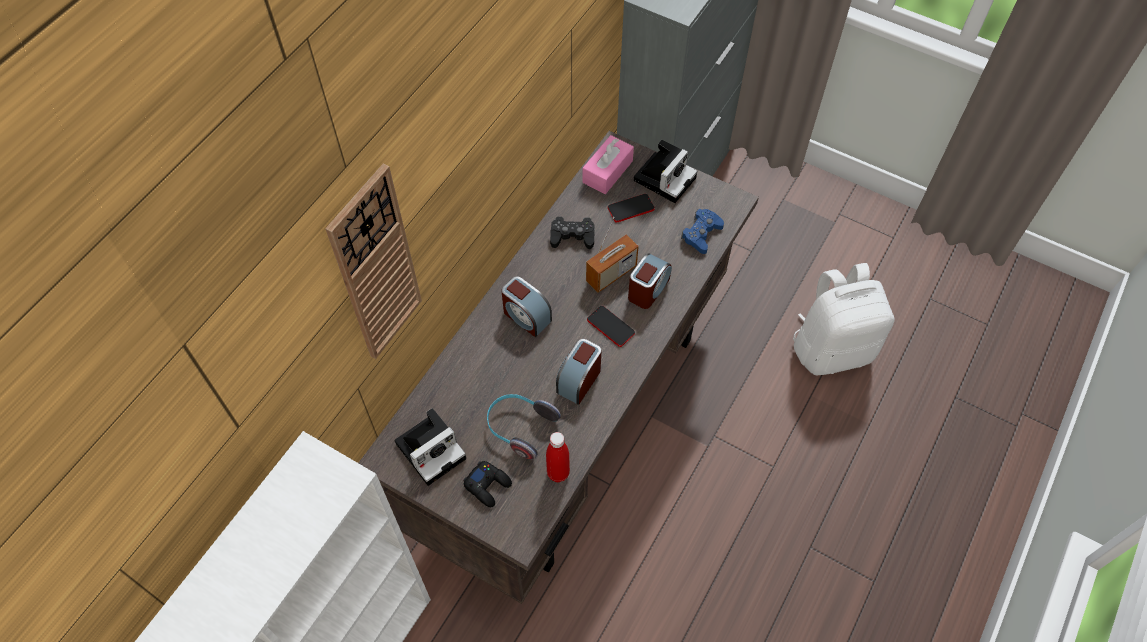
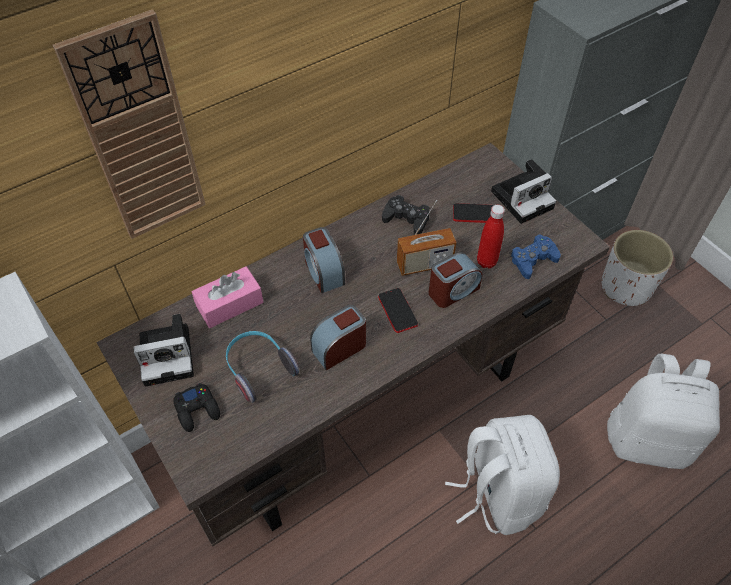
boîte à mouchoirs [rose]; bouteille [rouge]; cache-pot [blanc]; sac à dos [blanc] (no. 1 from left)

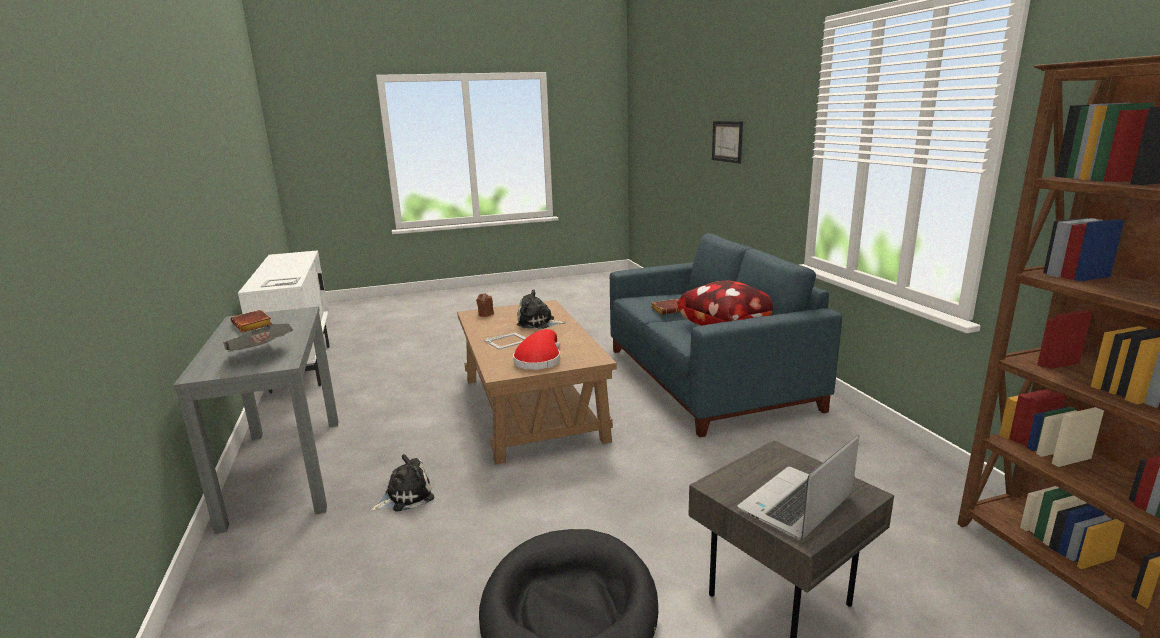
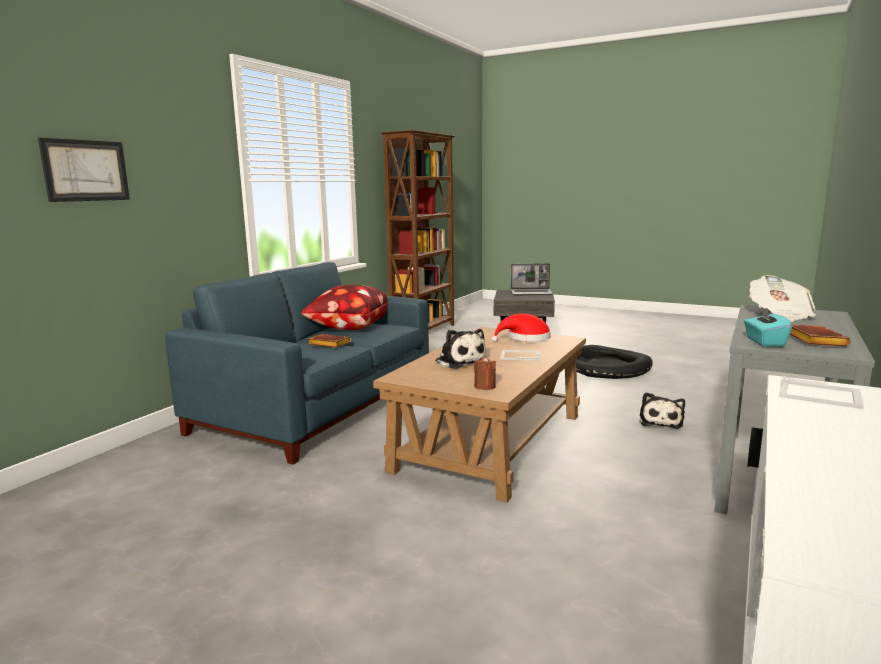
peluche (no. 2 from left); boîte à mouchoirs [turquoise]

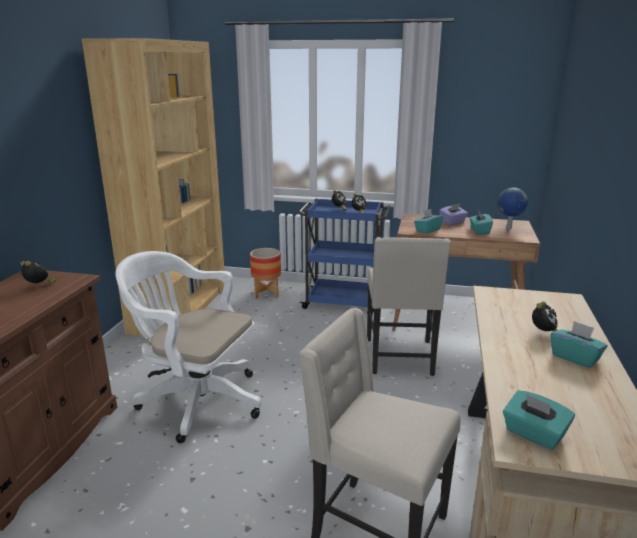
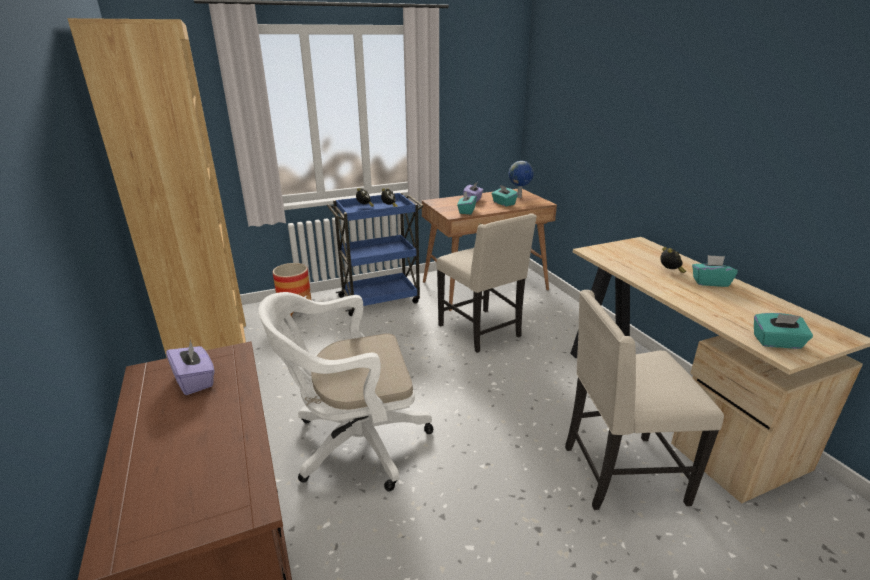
boîte à mouchoirs [violet] (no. 1 from left)

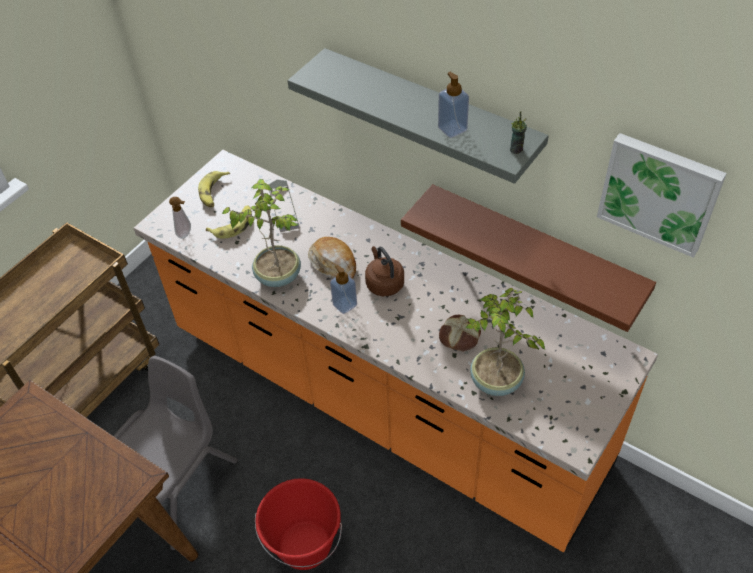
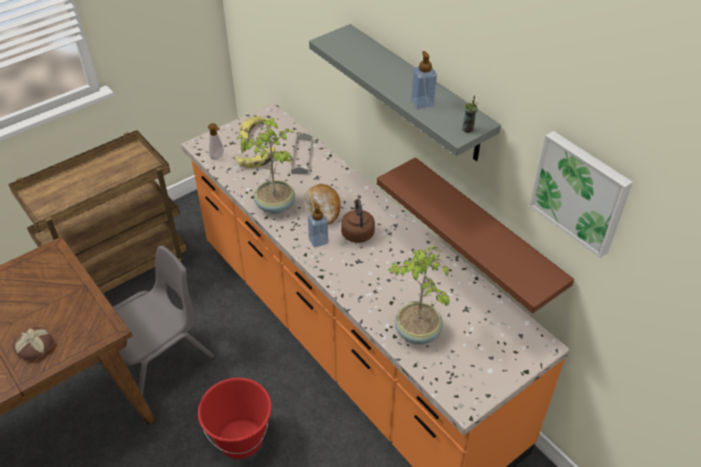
pain (no. 1 from left)

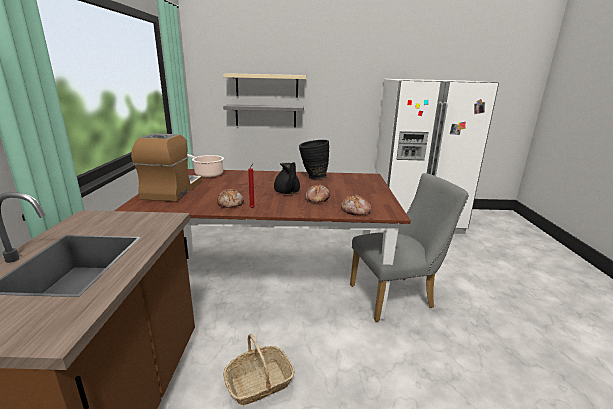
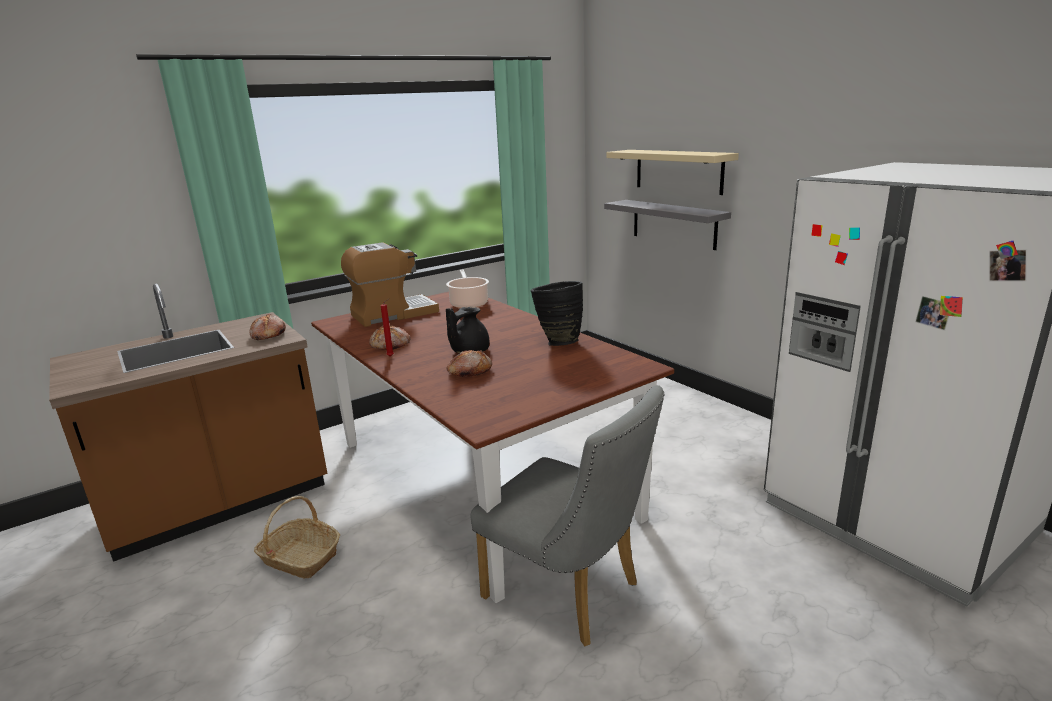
pain (no. 1 from left)

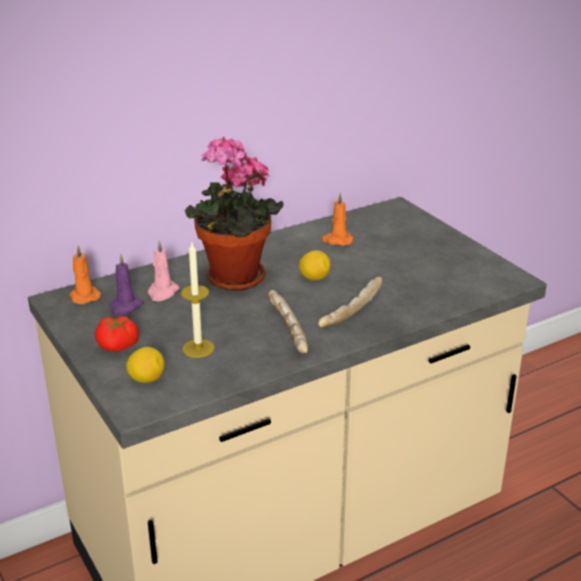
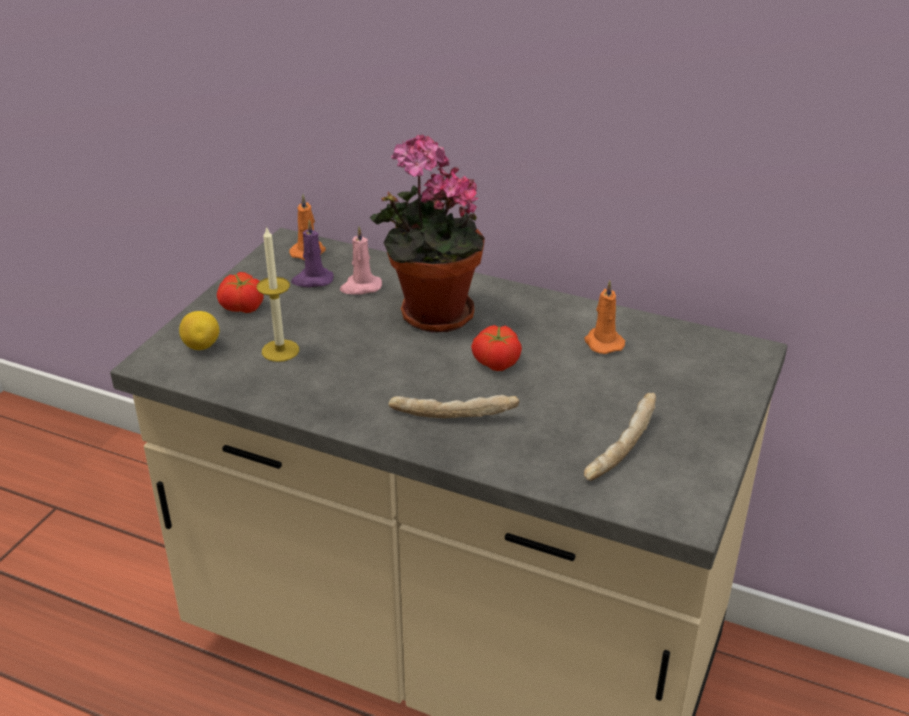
tomate (no. 2 from left); pain (no. 2 from left)

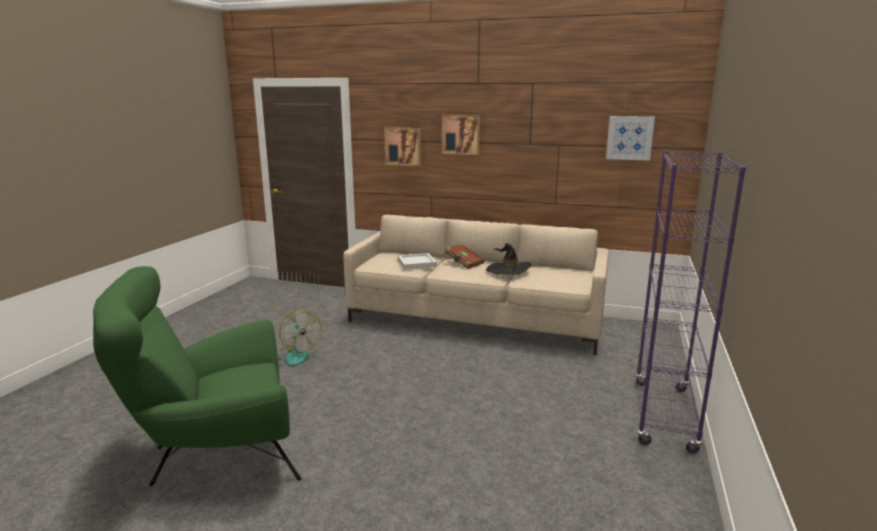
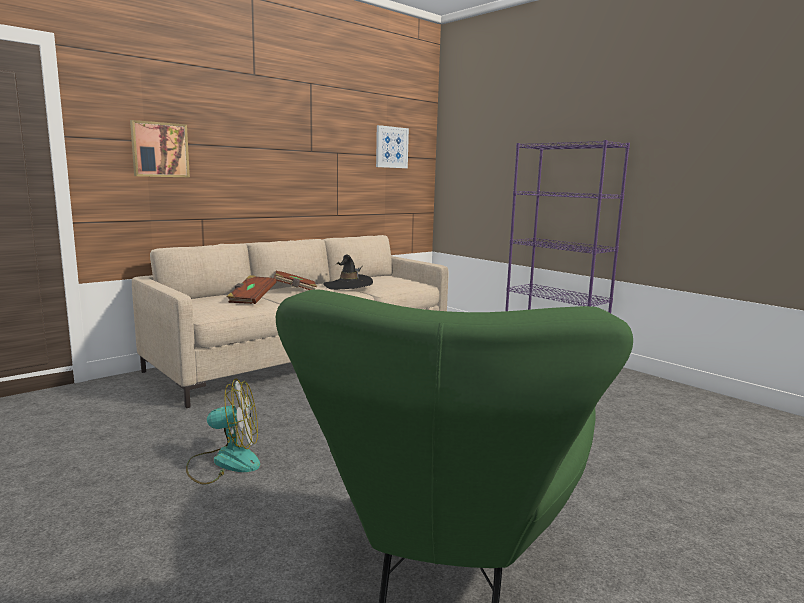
tableau (no. 2 from left in the first image); livre [marron] (no. 1 from left)

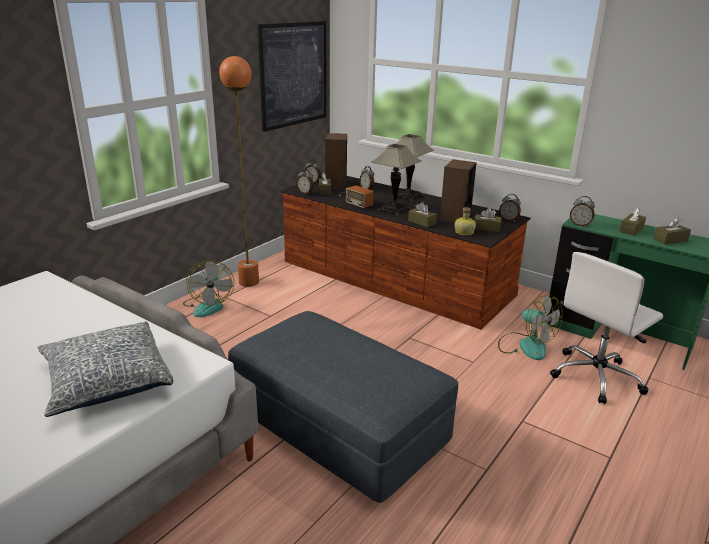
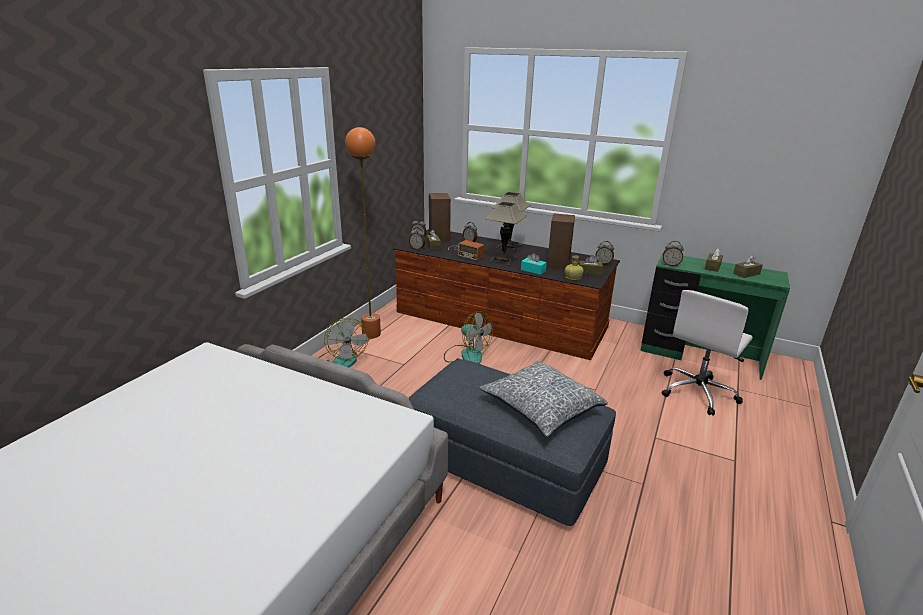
tableau; boîte à mouchoirs [turquoise]; ventilateur (no. 2 from left); coussin

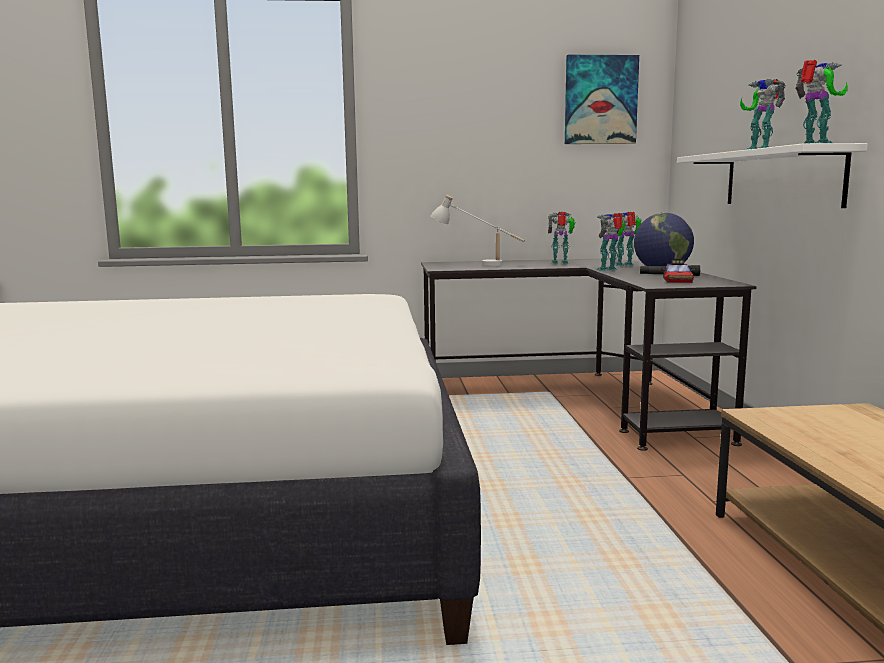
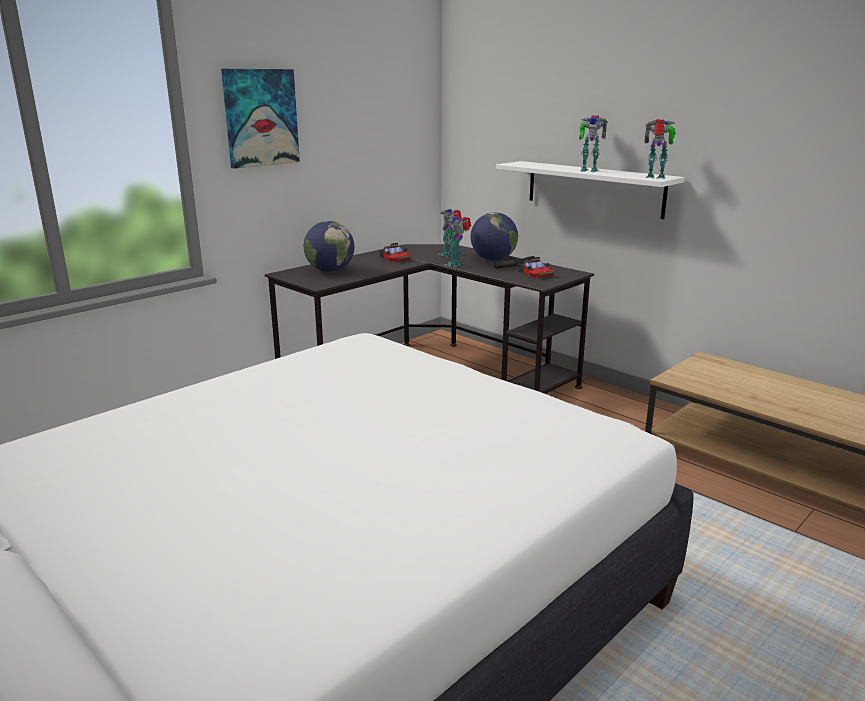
tableau; globe (no. 1 from left); petite voiture (no. 1 from left)

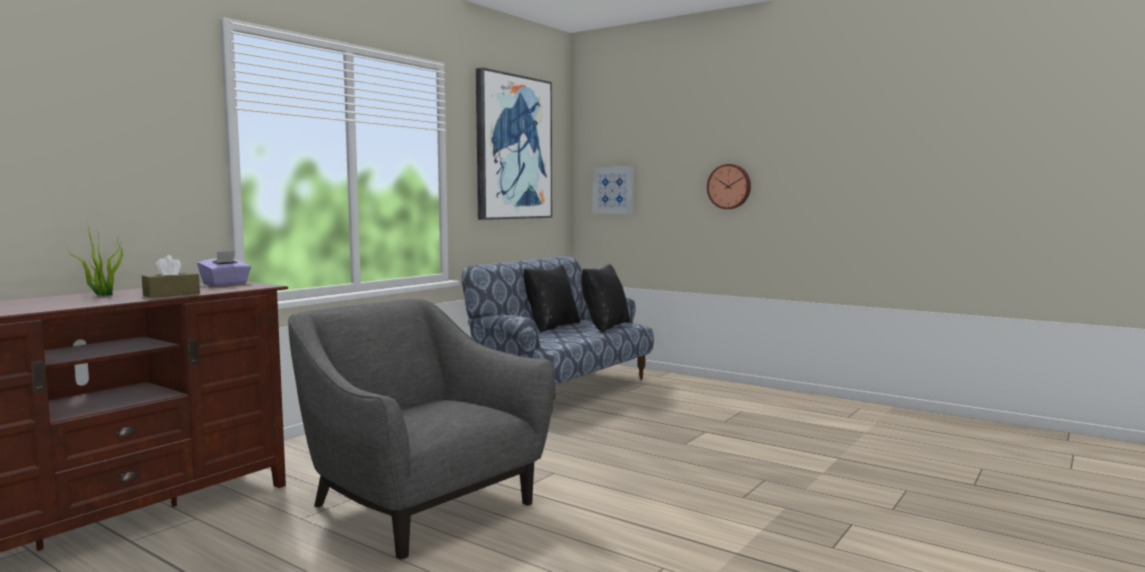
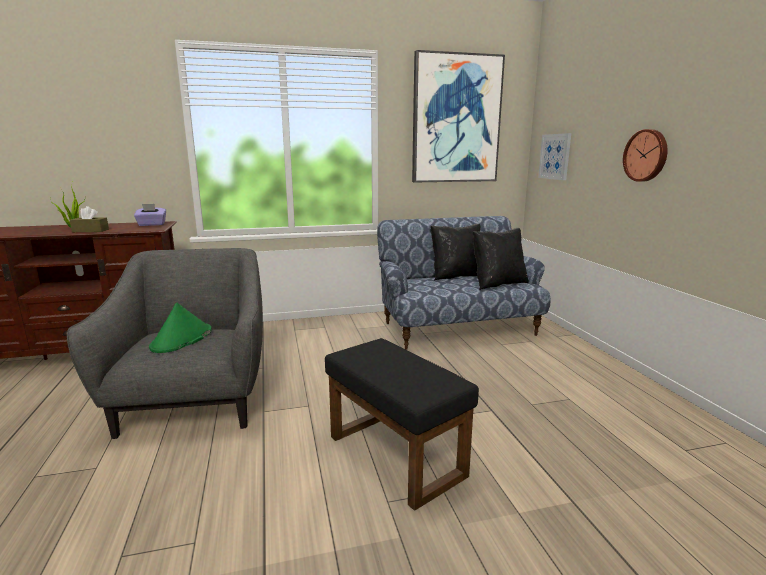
chapeau [vert]; pouf [noir]

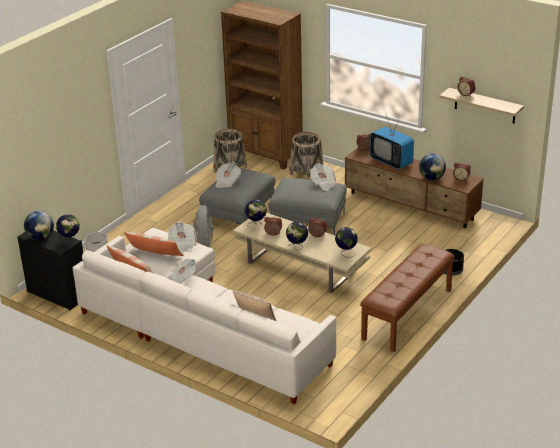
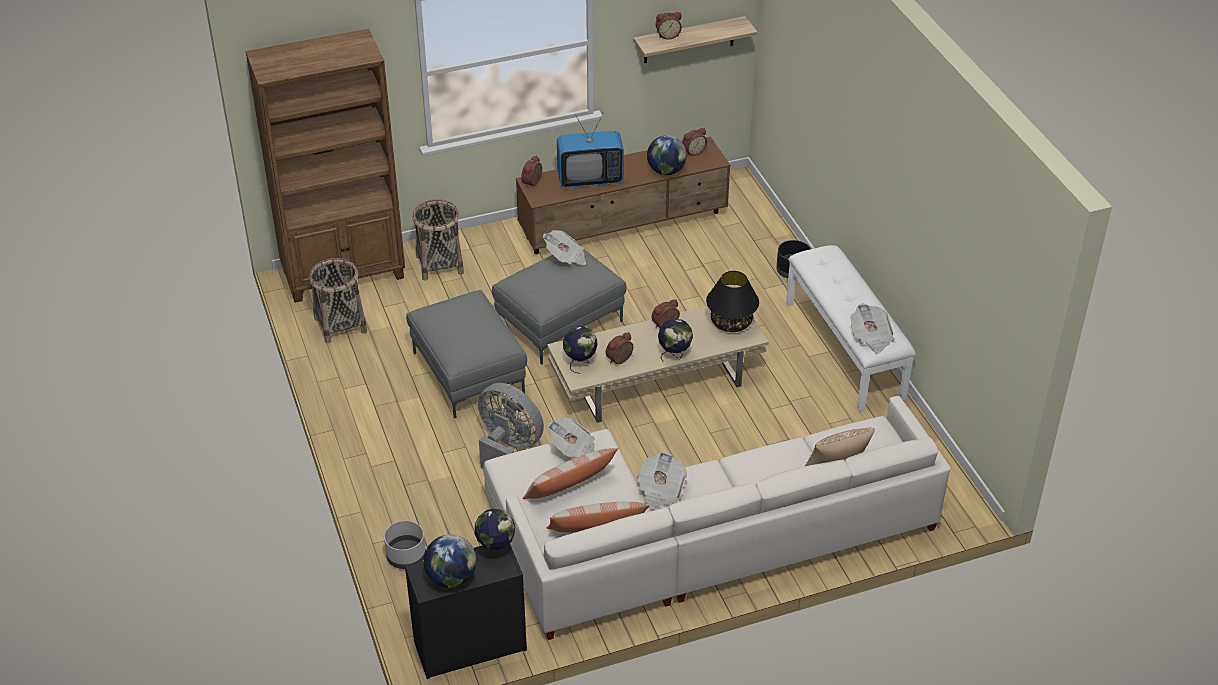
journal (no. 4 from left); lampe de table [noir]; banc [blanc]

